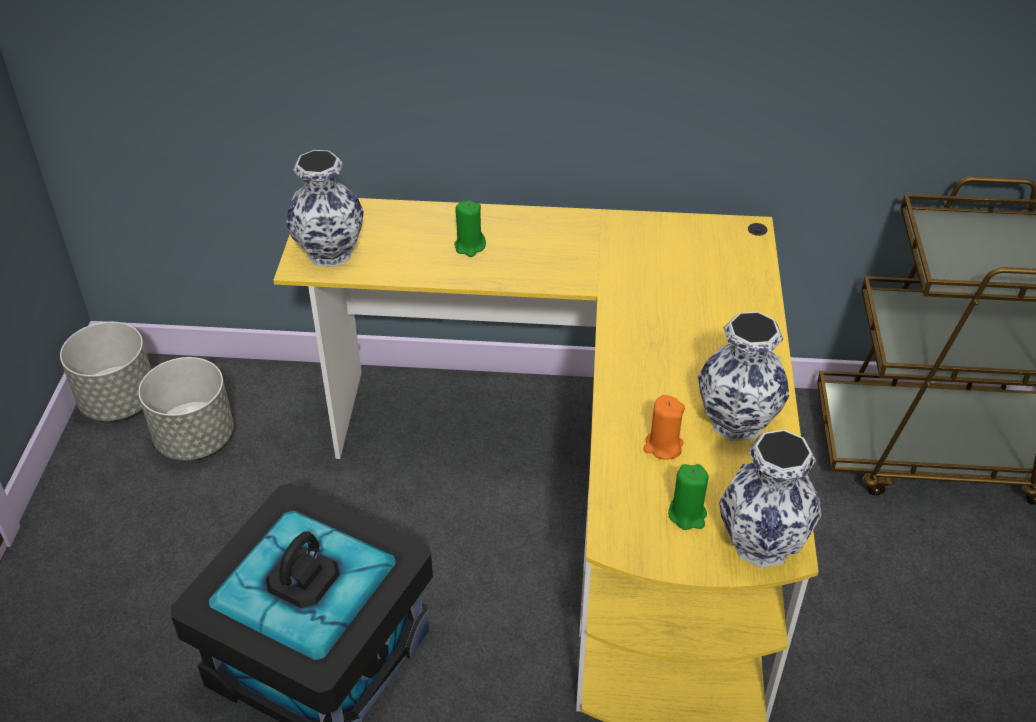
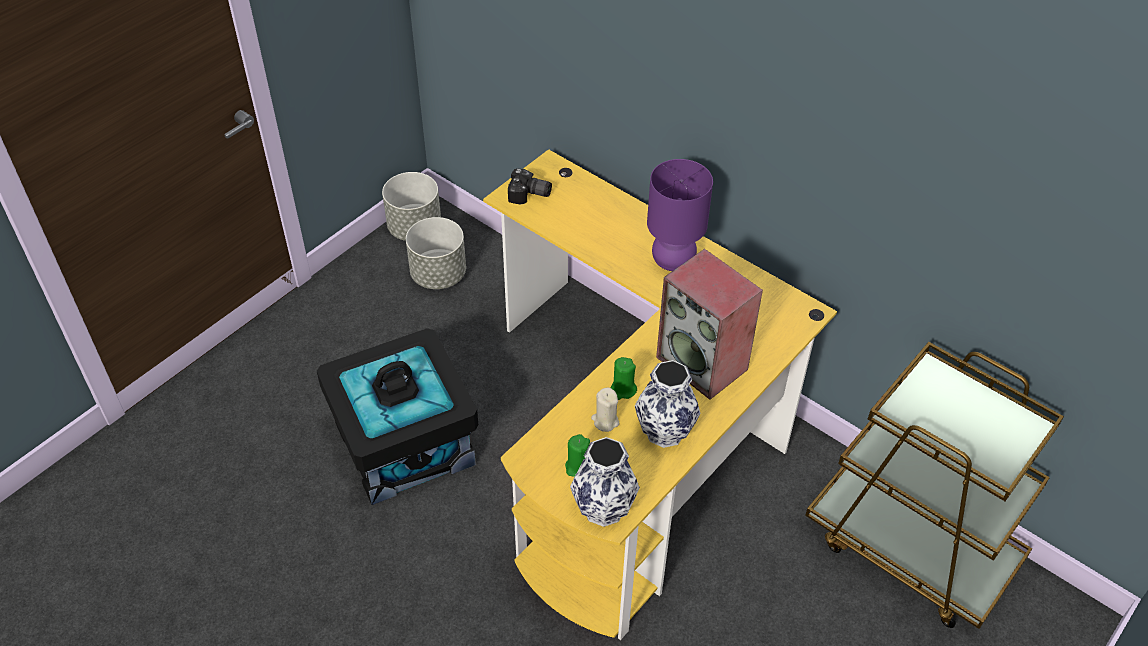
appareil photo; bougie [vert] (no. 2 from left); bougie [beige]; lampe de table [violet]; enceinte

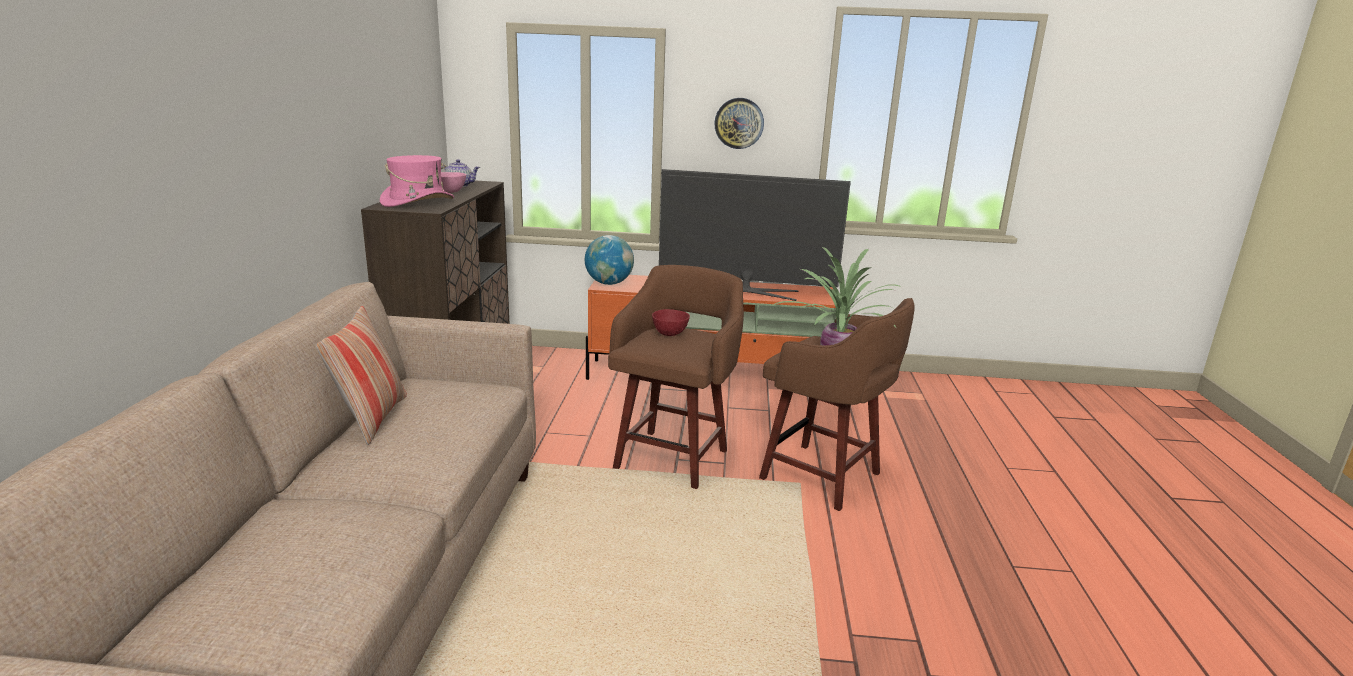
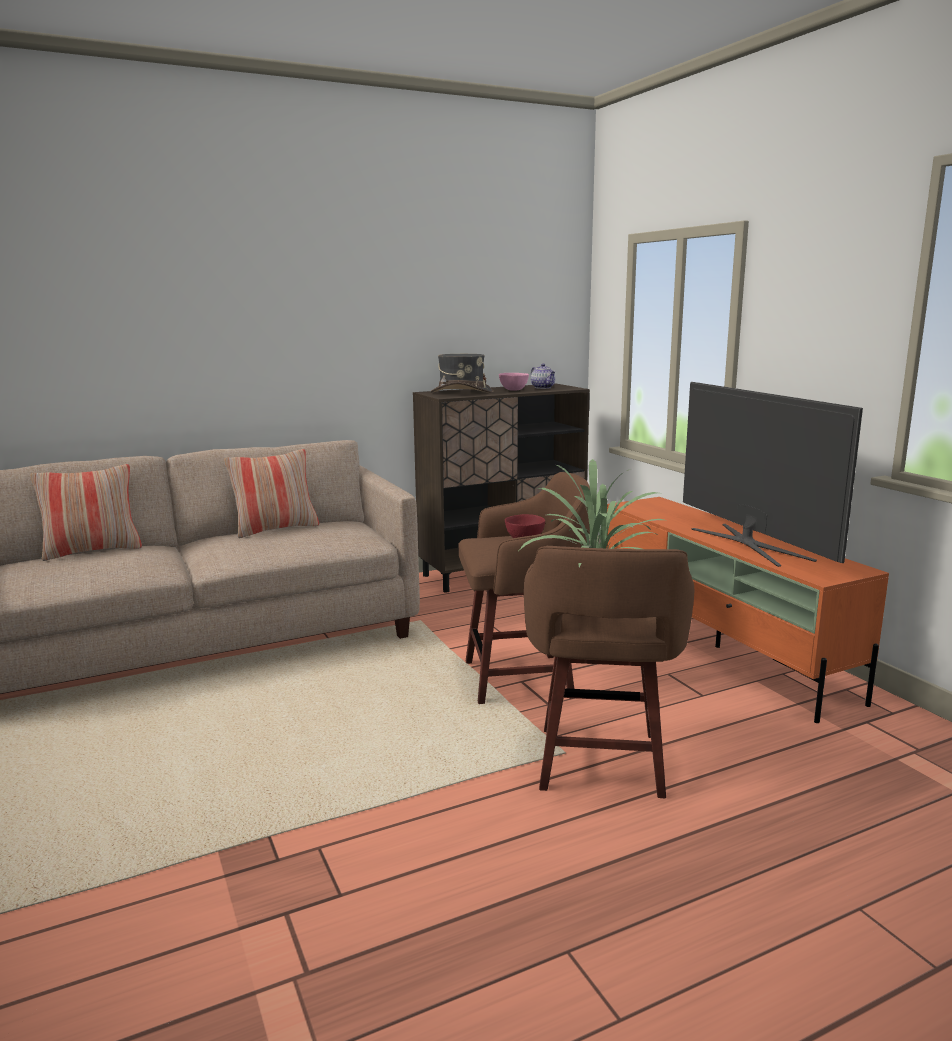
horloge murale; chapeau [gris]; globe; coussin (no. 1 from left)

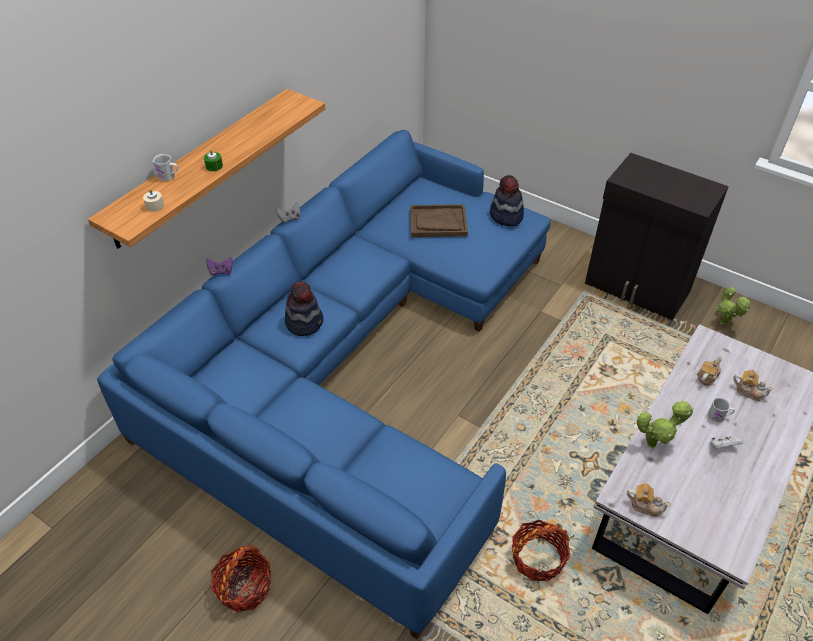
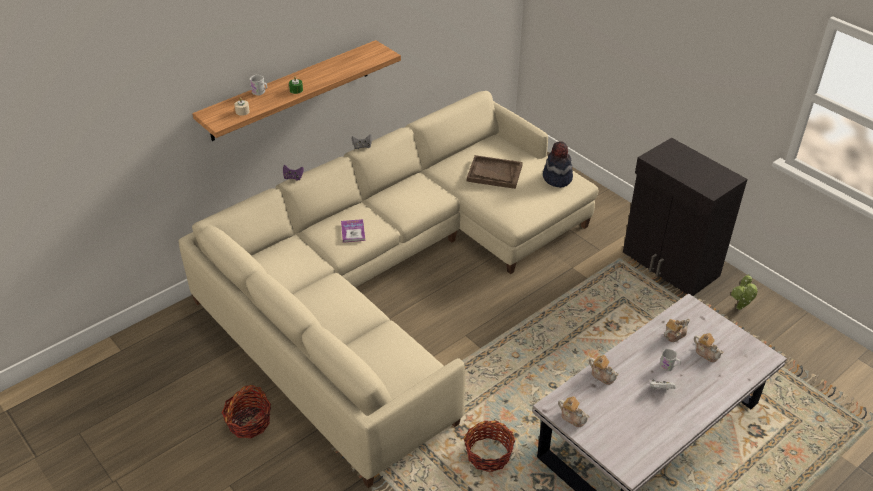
canapé [beige]; livre; théière (no. 2 from left)

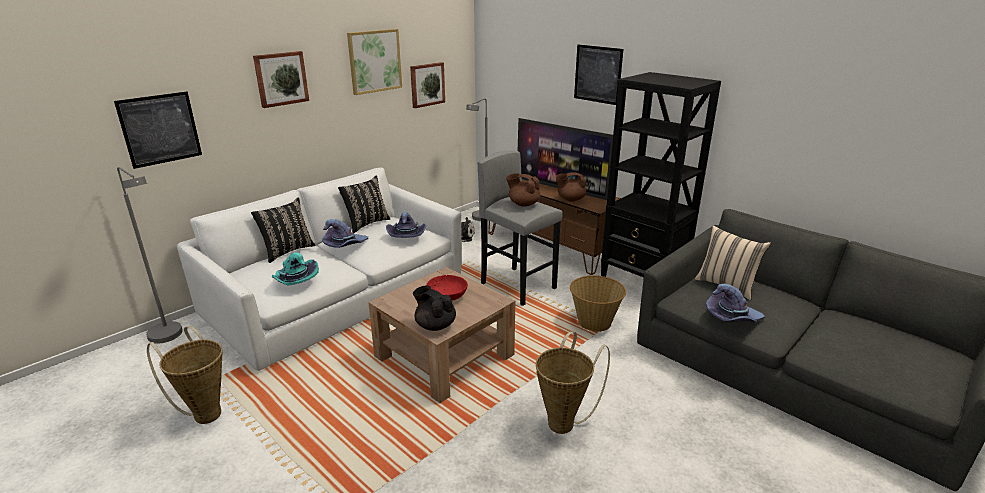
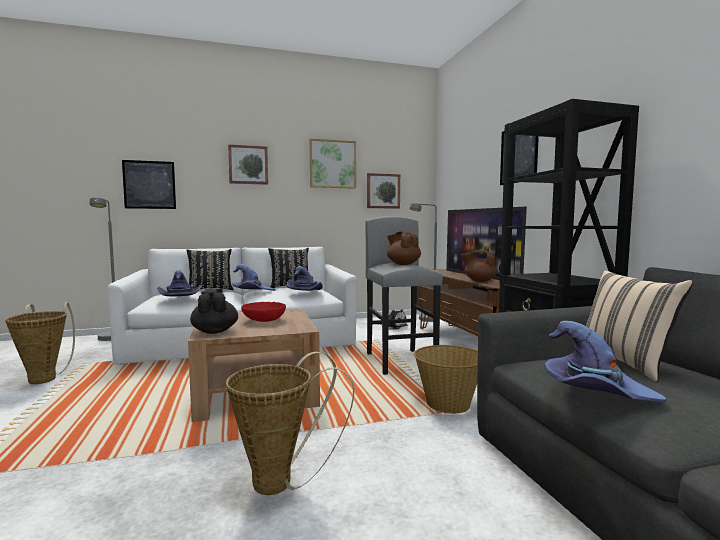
chapeau [violet] (no. 1 from left)

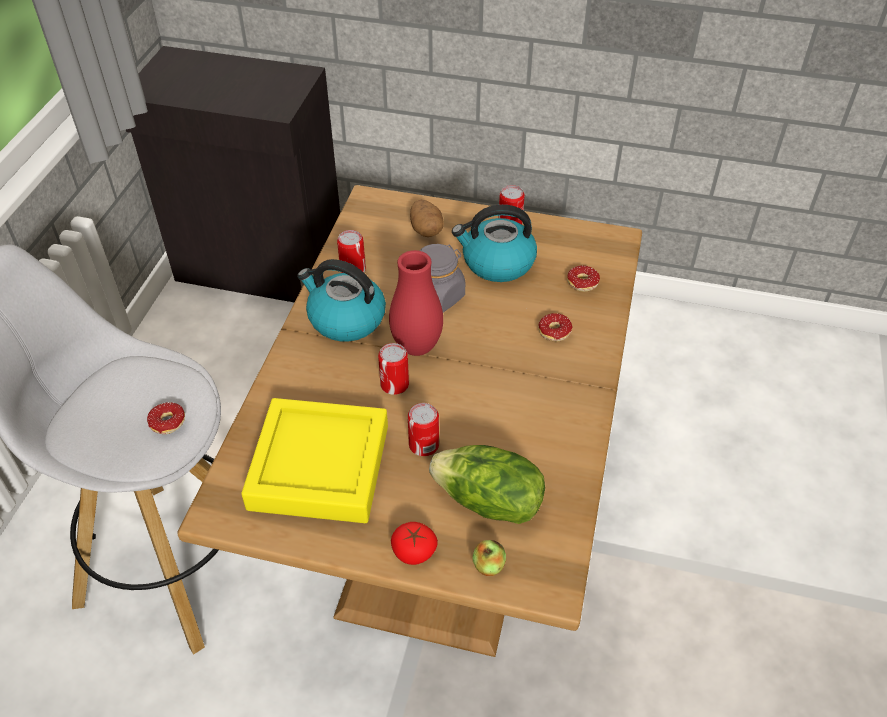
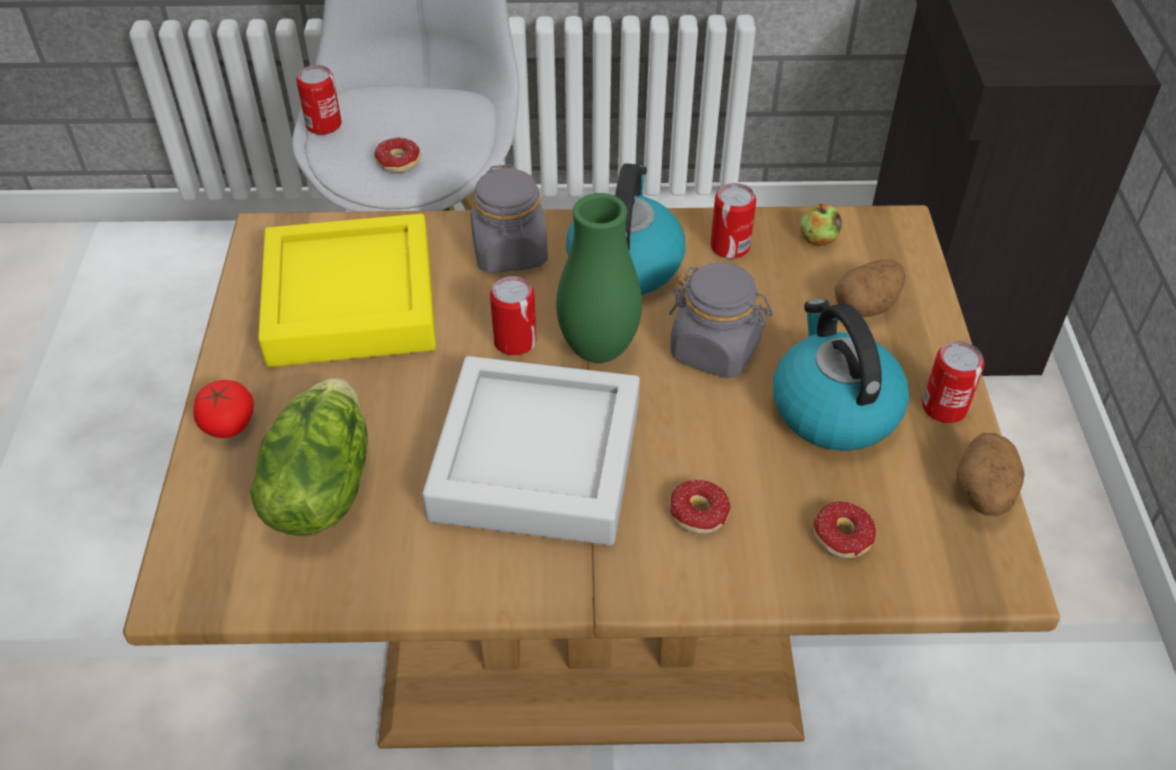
vase [vert]; boîte métallique (no. 1 from left); pomme; bocal [gris] (no. 1 from left); plateau [gris]; pomme de terre (no. 2 from left)

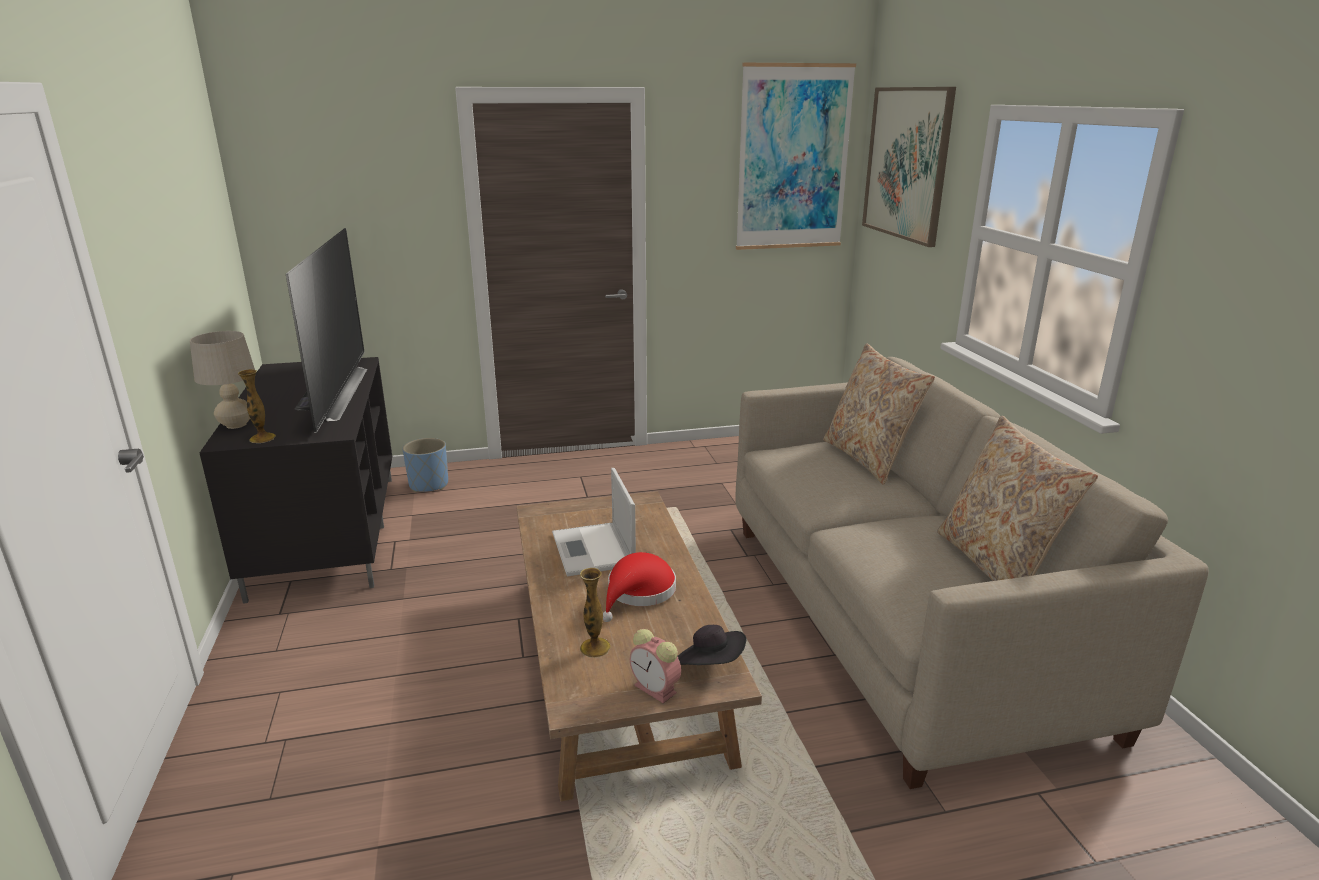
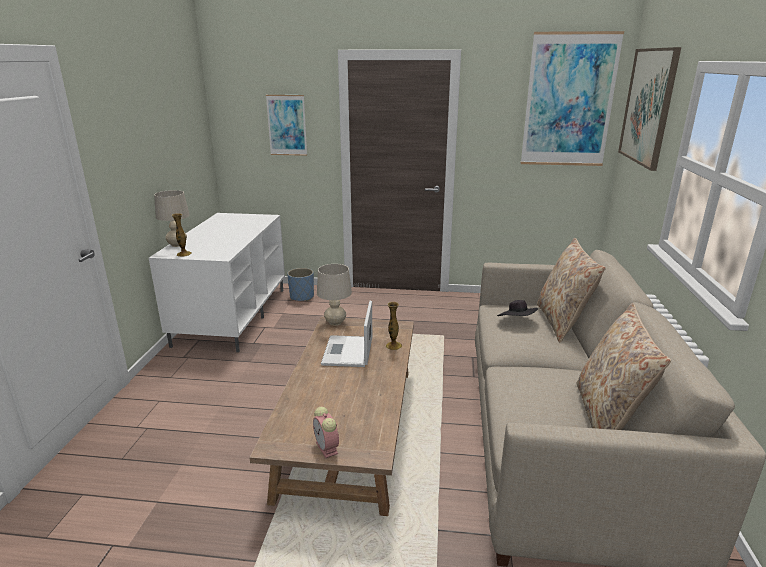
téléviseur; meuble télé [blanc]; chapeau [rouge]; vase (no. 2 from left); chapeau [noir]; tableau (no. 1 from left); lampe de table [beige] (no. 2 from left)

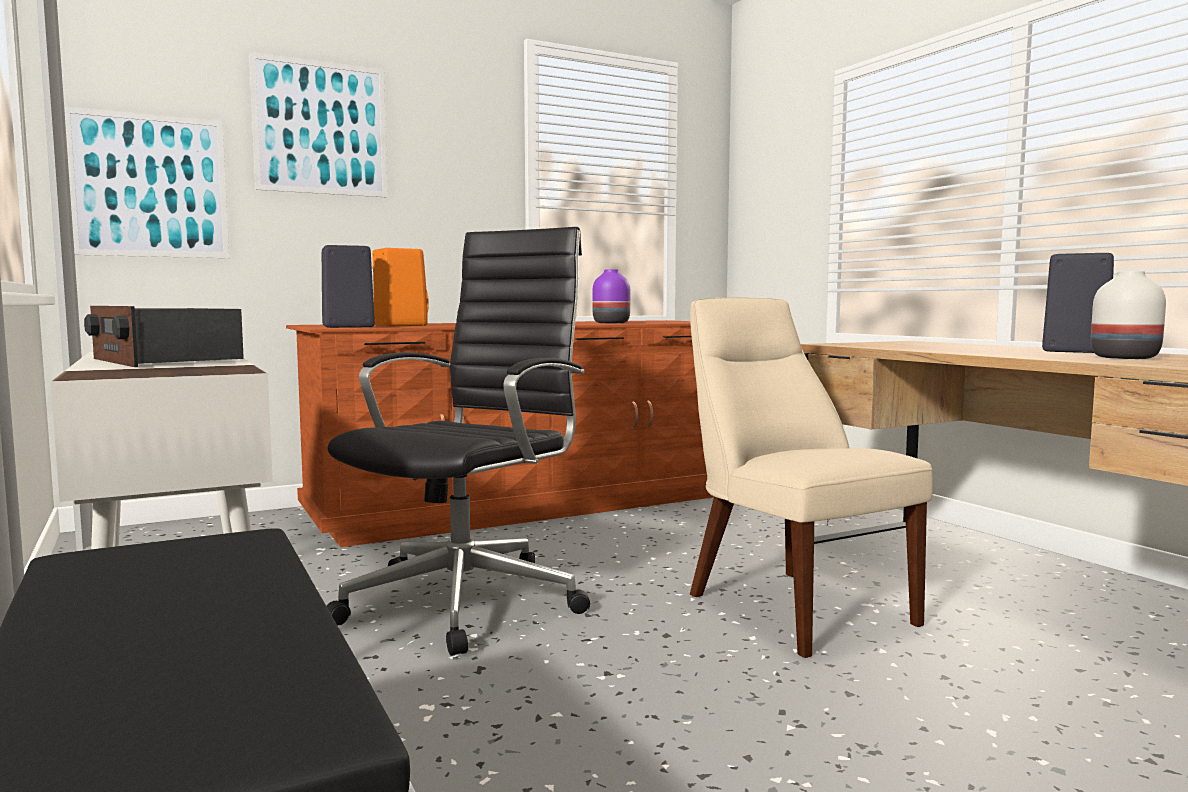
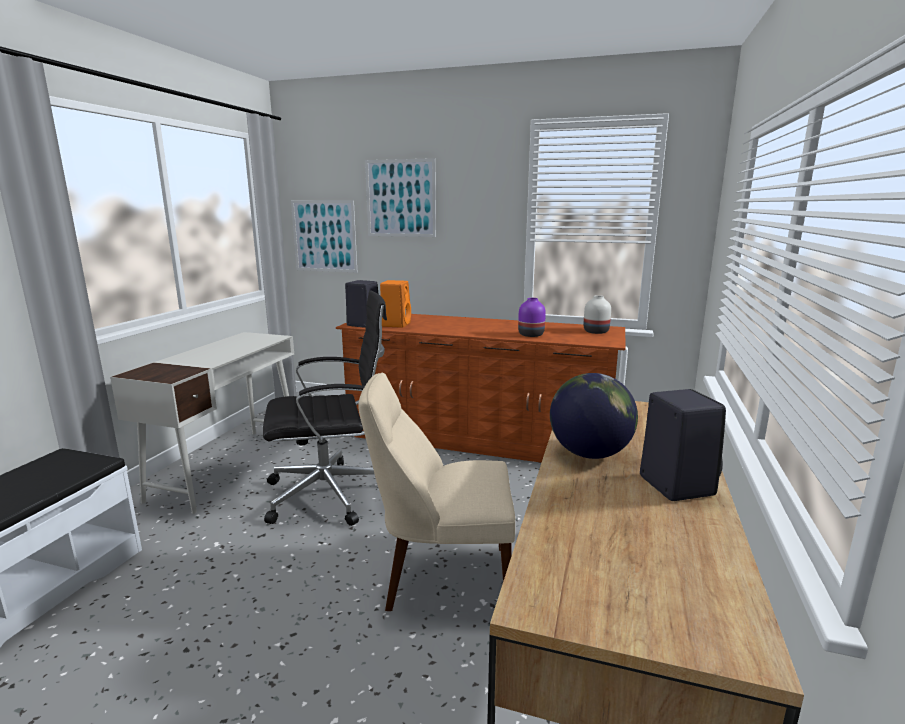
vase [blanc]; chaise [beige]; radio; globe

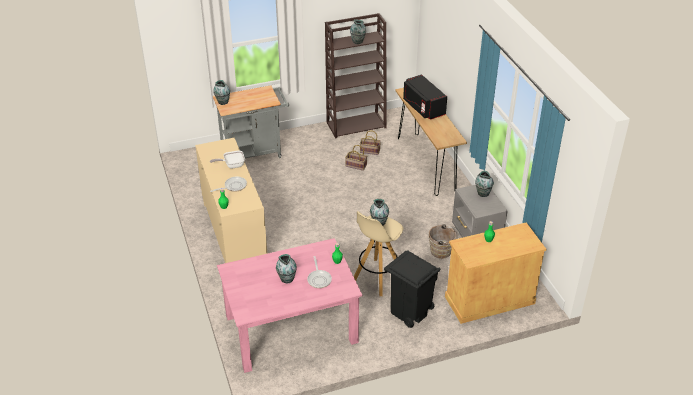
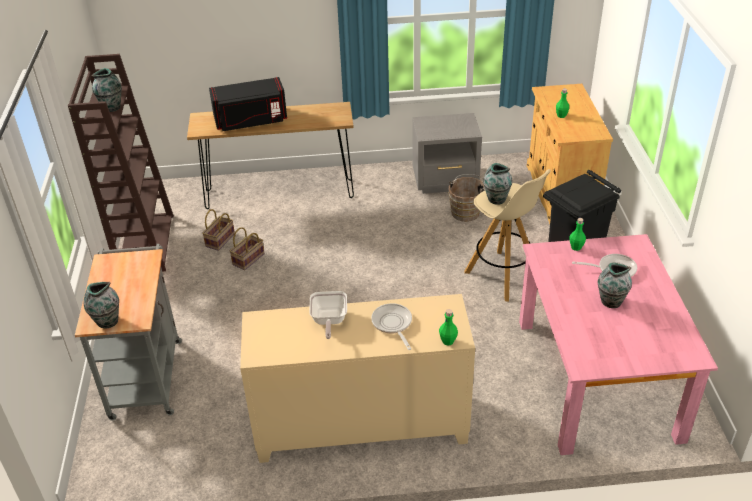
vase (no. 5 from left in the first image)

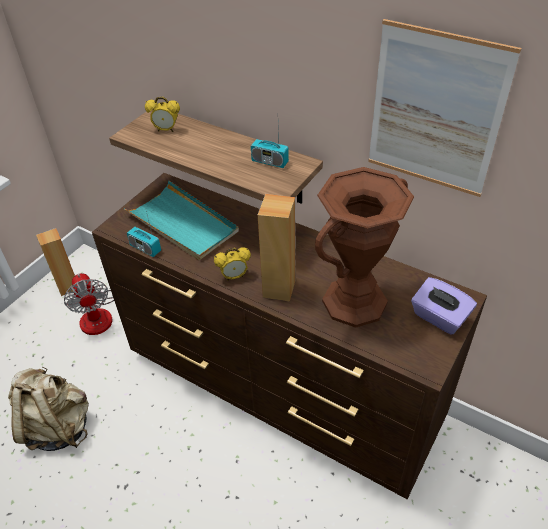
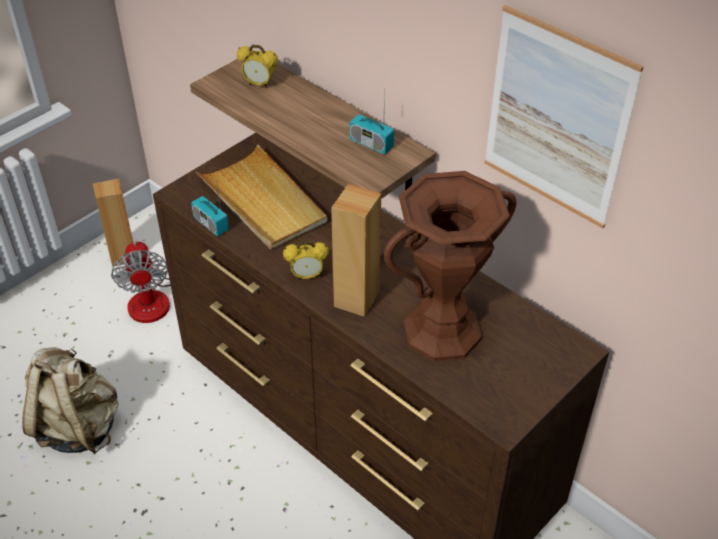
plateau [beige]; boîte à mouchoirs [violet]

